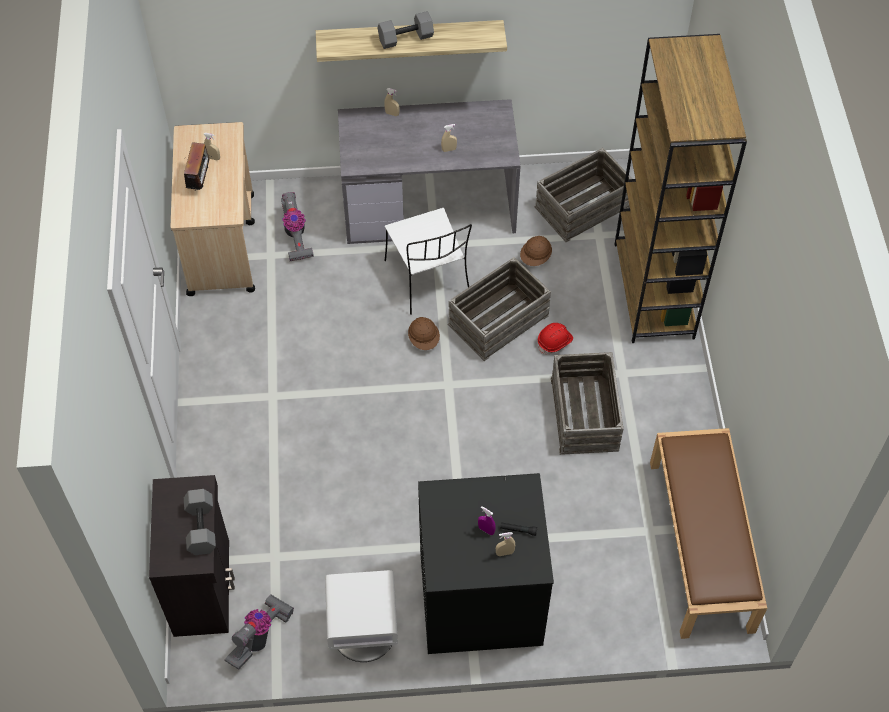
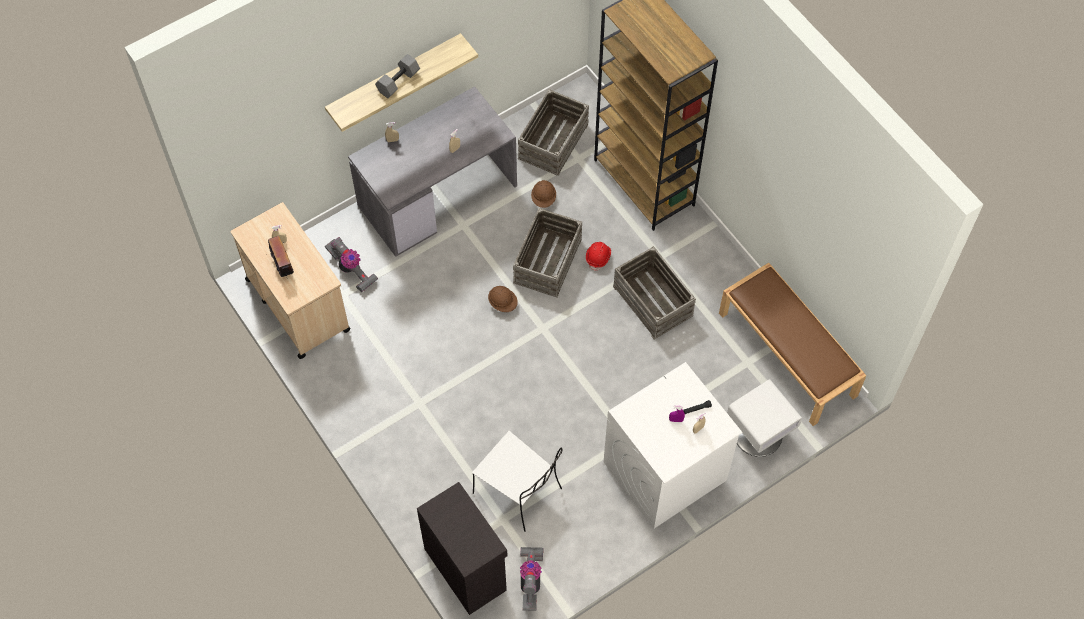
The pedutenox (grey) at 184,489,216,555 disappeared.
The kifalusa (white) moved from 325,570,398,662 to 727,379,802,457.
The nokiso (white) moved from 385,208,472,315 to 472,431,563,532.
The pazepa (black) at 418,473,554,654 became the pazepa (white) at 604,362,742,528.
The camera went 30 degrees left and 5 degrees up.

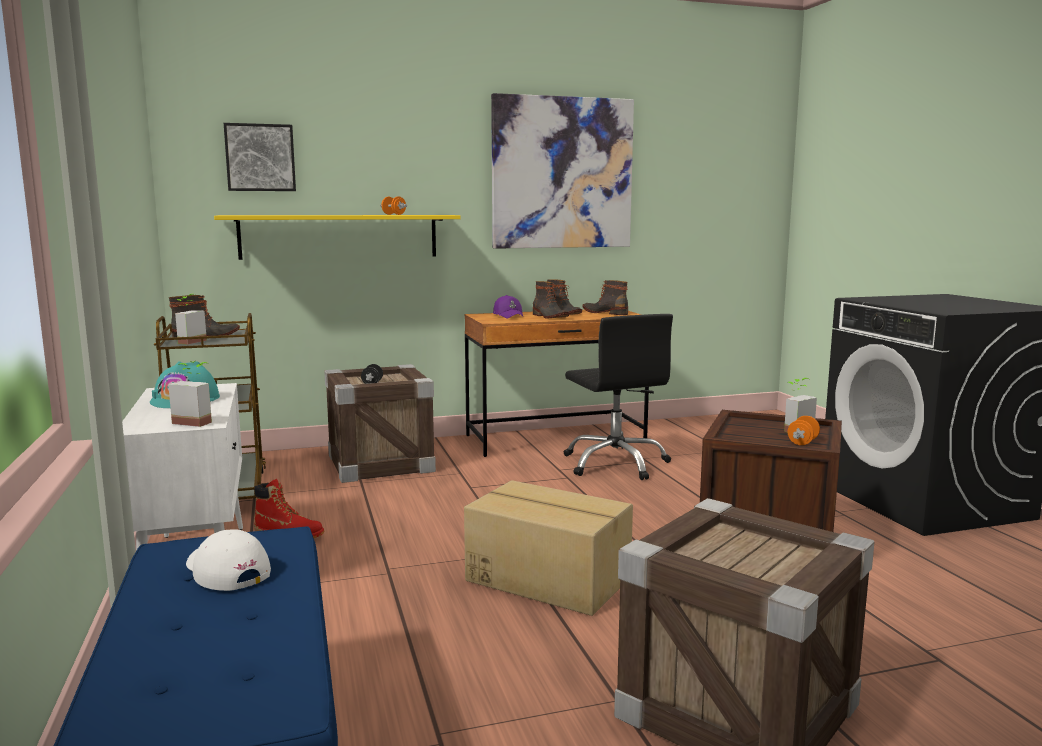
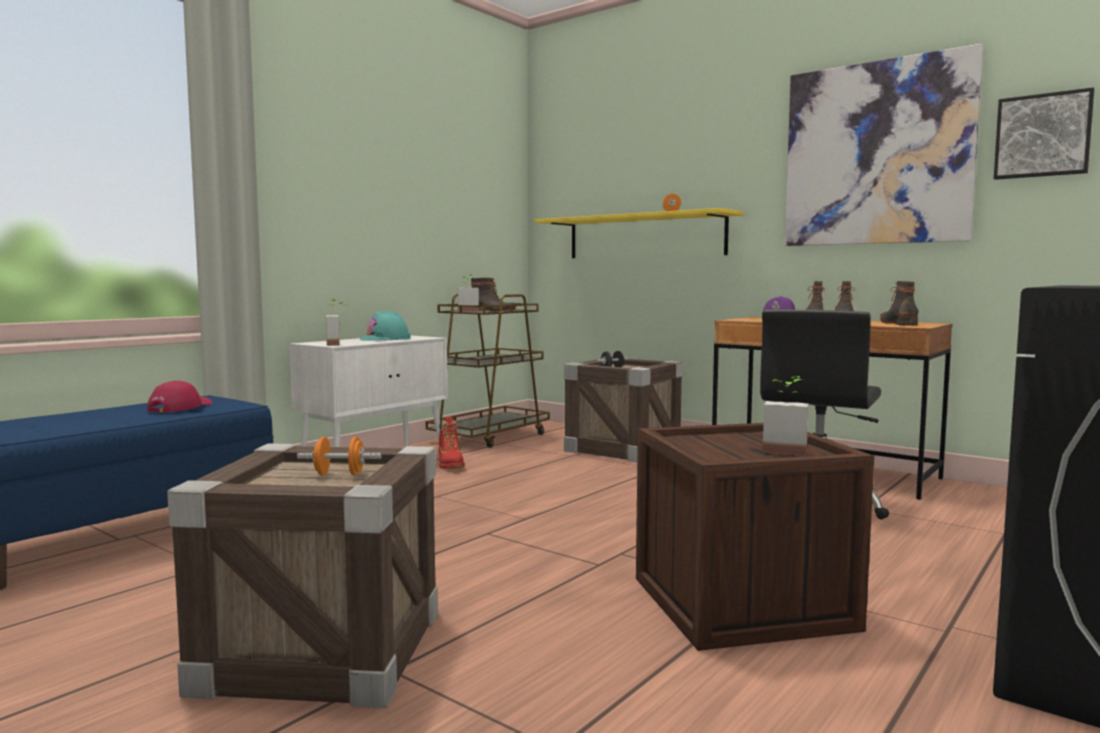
The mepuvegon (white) at 186,529,271,591 became the mepuvegon (red) at 147,381,212,412.
The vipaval moved from 224,123,296,191 to 994,87,1094,180.
The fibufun at 464,480,633,616 disappeared.
The pedutenox (orange) moved from 788,416,820,445 to 297,437,382,476.
The camera went 55 degrees right and 5 degrees down.

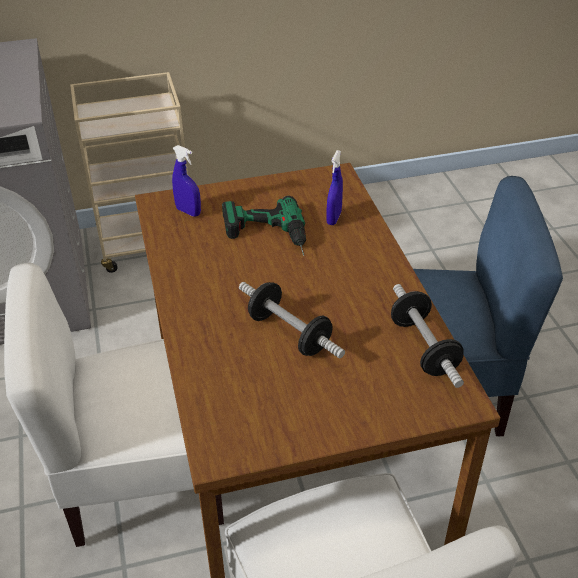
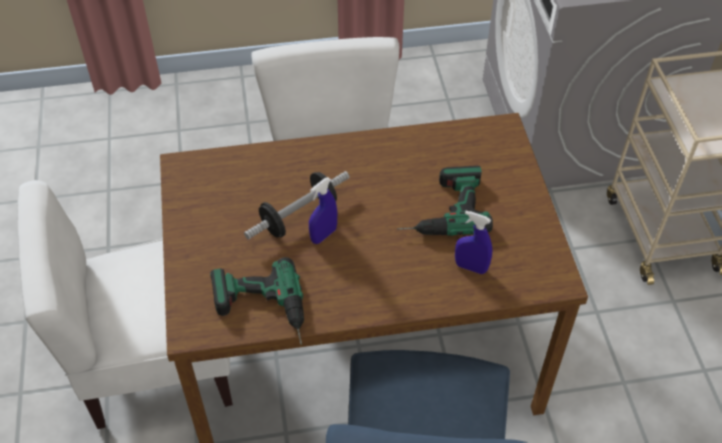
The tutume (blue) moved from 172,145,201,217 to 309,177,337,244.
The pedutenox at 391,284,464,388 was replaced by the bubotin at 210,257,304,345.
The camera went 95 degrees right and 10 degrees up.

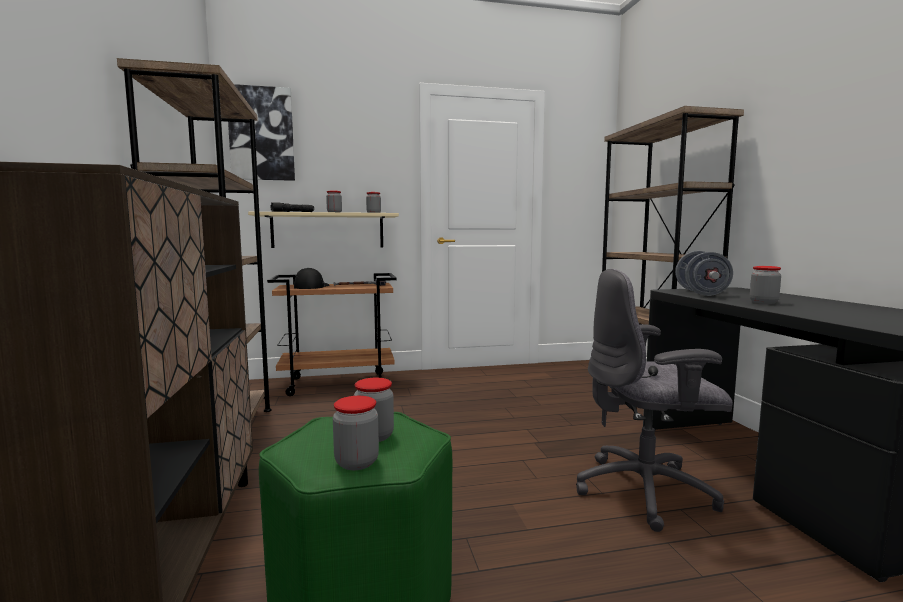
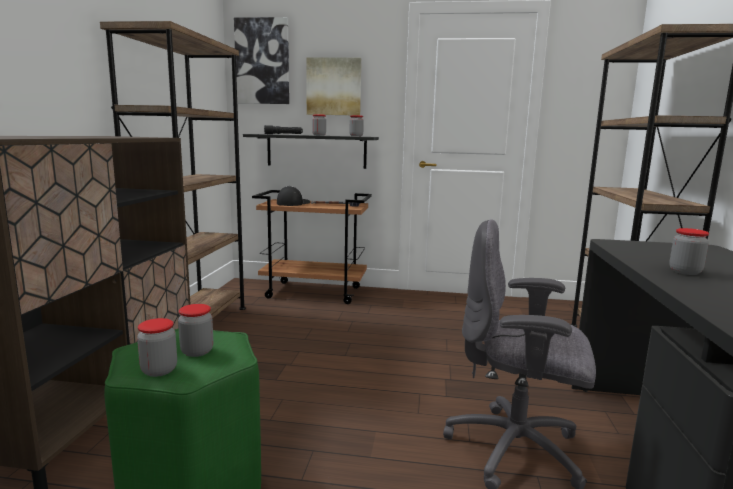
The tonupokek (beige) at 248,212,399,248 became the tonupokek (black) at 243,134,379,169.
The pedutenox (grey) at 675,251,733,296 disappeared.
The vipaval at 306,57,361,115 appeared.
The camera went 20 degrees right and 5 degrees up.

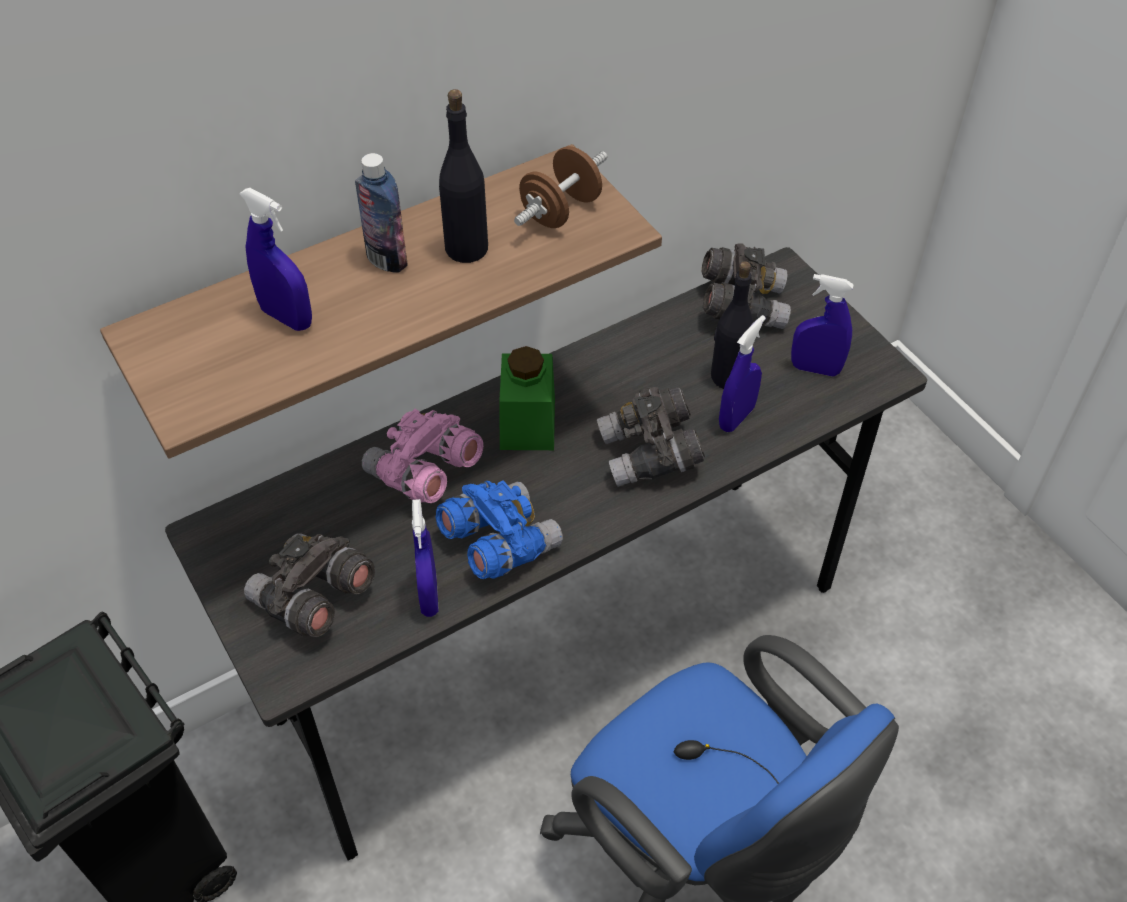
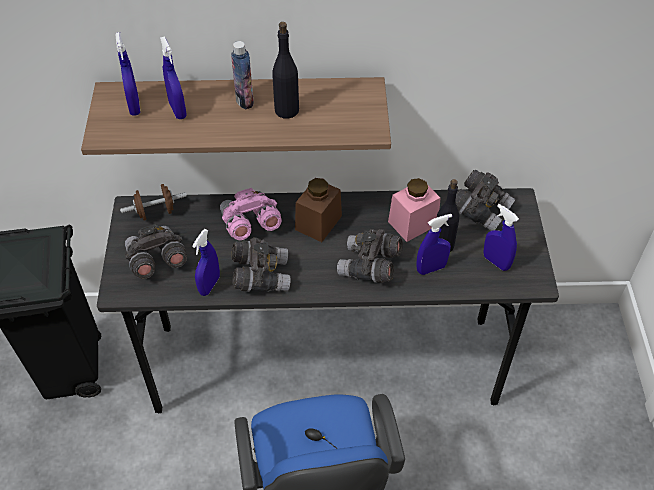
The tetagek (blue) at 436,480,563,579 became the tetagek (grey) at 232,237,291,292.
The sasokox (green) at 499,346,555,450 became the sasokox (brown) at 295,178,342,242.
The pedutenox (brown) moved from 514,146,607,228 to 120,184,187,220.
The tutume (blue) at 116,32,140,116 appeared.
The sasokox (pink) at 388,178,440,242 appeared.
The camera went 30 degrees right and 0 degrees up.

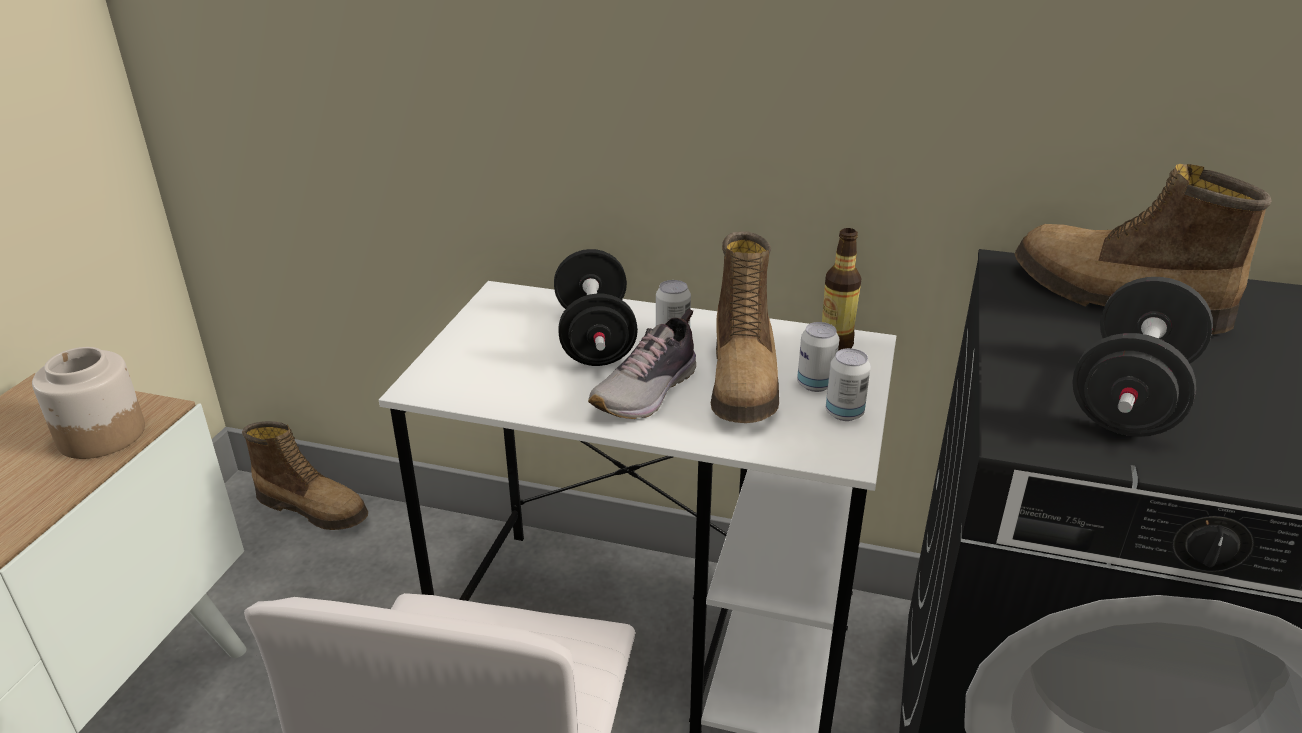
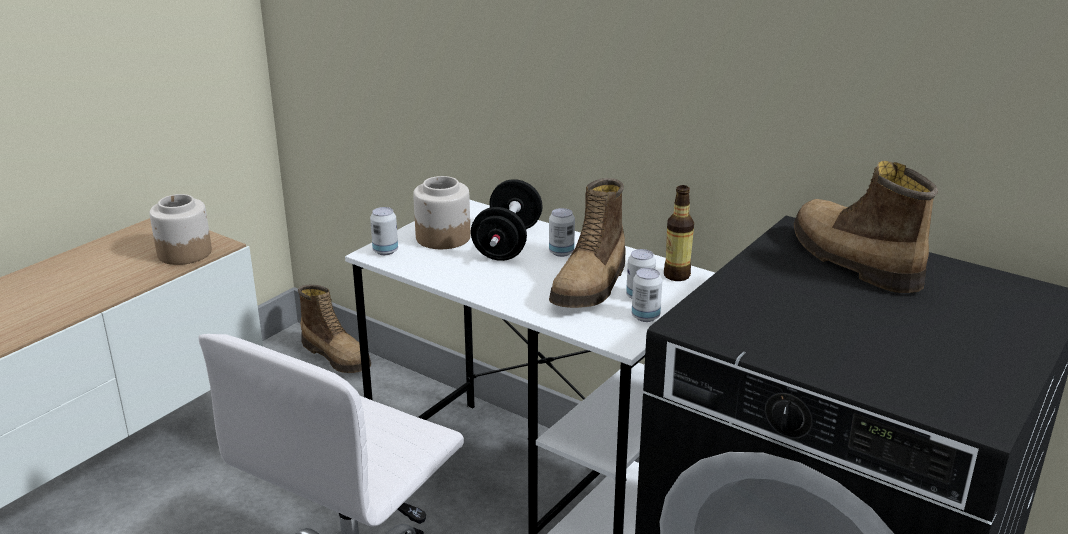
The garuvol at 588,309,696,419 disappeared.
The pedutenox (black) at 1072,277,1213,437 disappeared.
The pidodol at 370,207,398,255 appeared.
The sasokox at 413,176,471,249 appeared.
The camera went 20 degrees right and 5 degrees down.

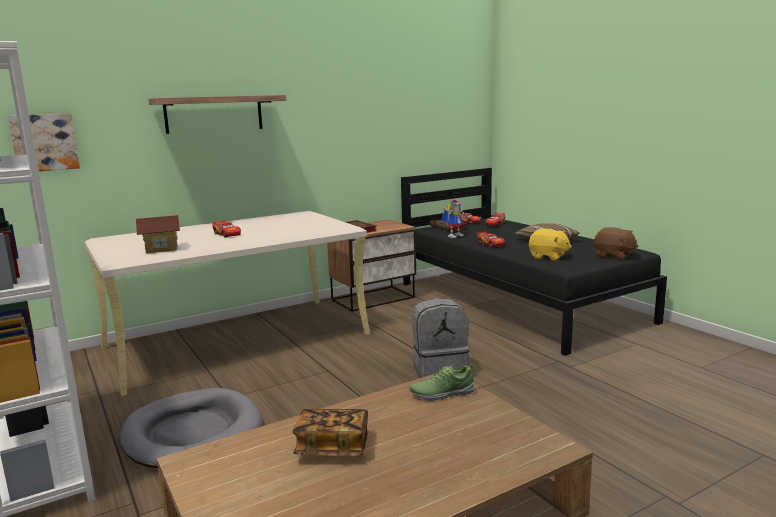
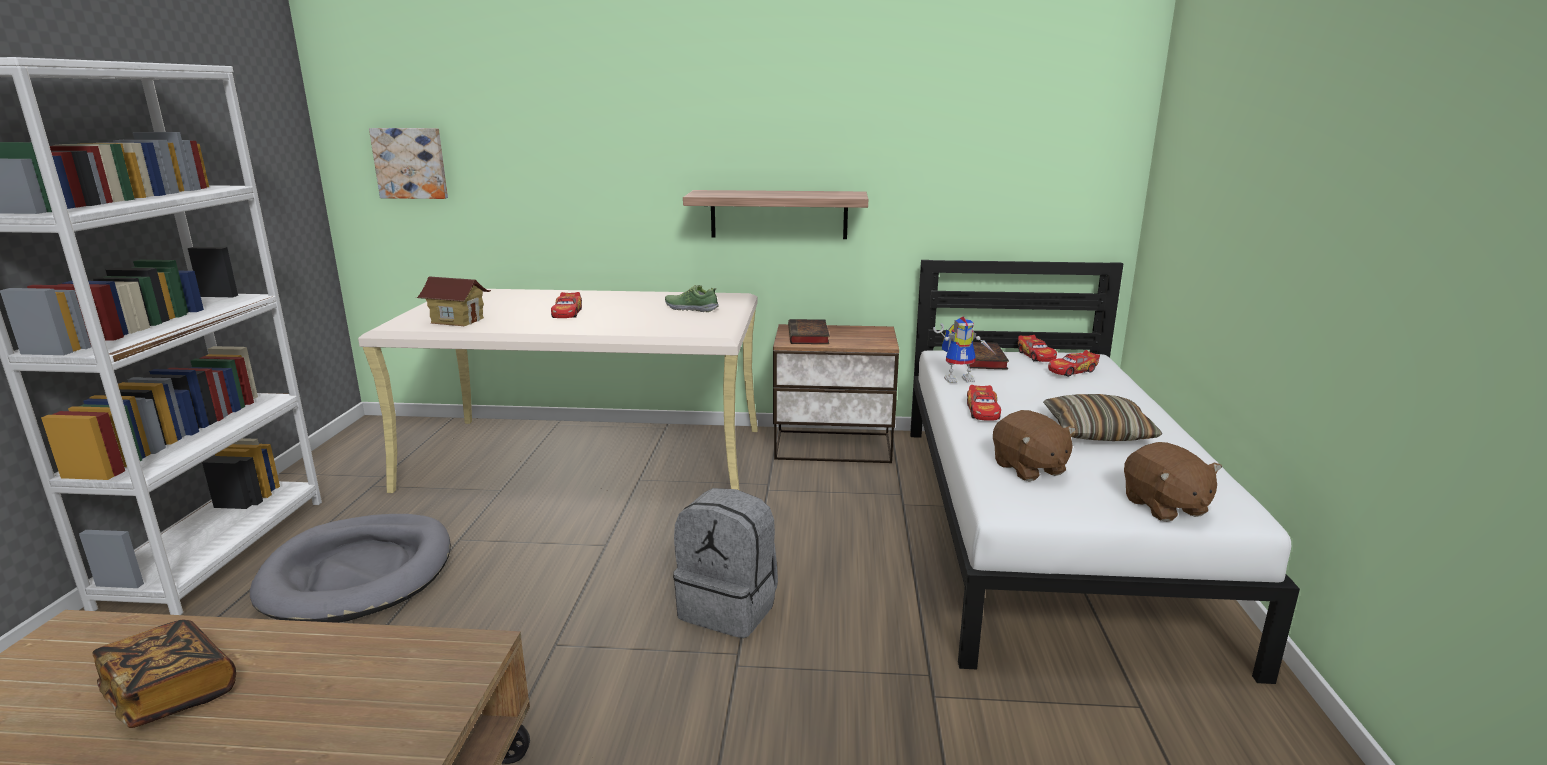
The tonupokek moved from 148,95,286,134 to 683,190,868,239.
The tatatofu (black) at 401,168,667,356 became the tatatofu (white) at 910,260,1300,684.
The garuvol moved from 409,365,475,401 to 665,285,719,312.
The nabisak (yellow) at 529,229,572,261 became the nabisak (brown) at 993,410,1076,482.
The camera went 35 degrees right and 5 degrees up.

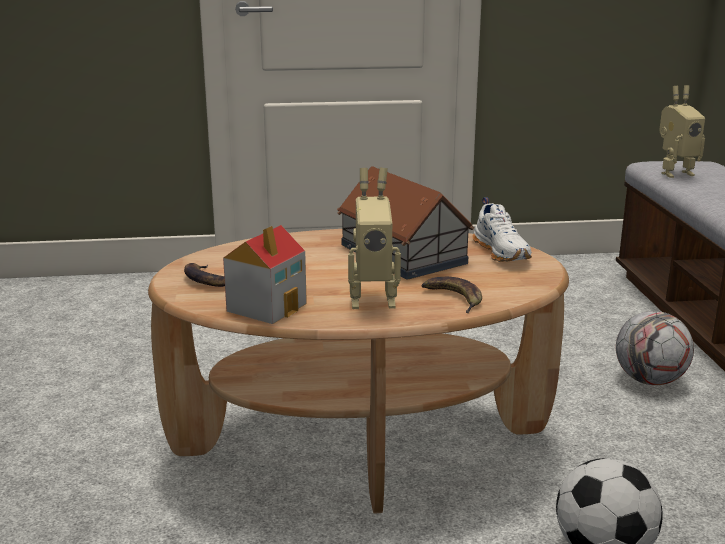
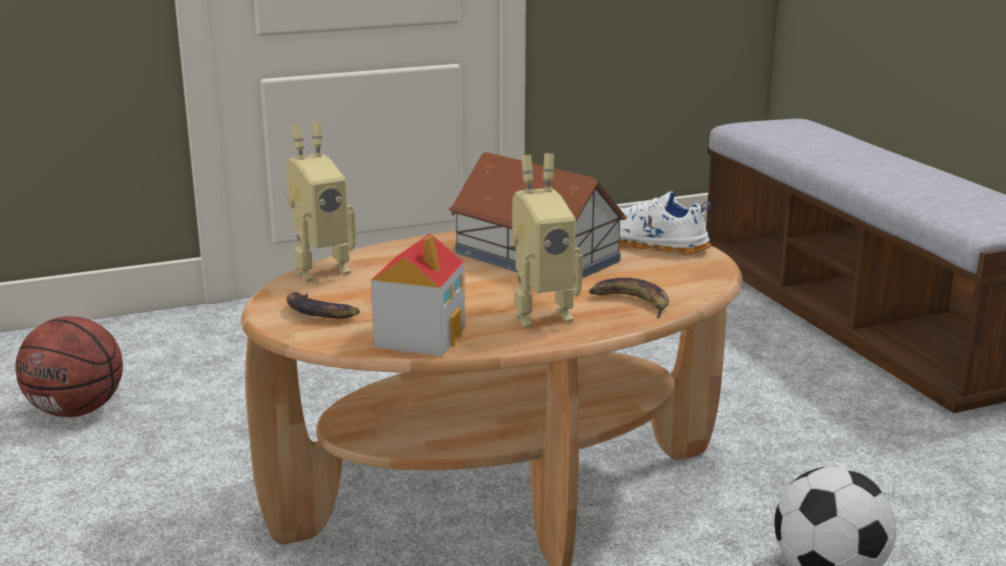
The garuvol (white) at 473,197,532,262 turned 150 degrees clockwise.
The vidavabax at 616,311,694,385 disappeared.
The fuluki moved from 659,85,705,178 to 286,122,356,282.
The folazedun at 15,316,123,417 appeared.
The camera went 15 degrees left and 0 degrees up.

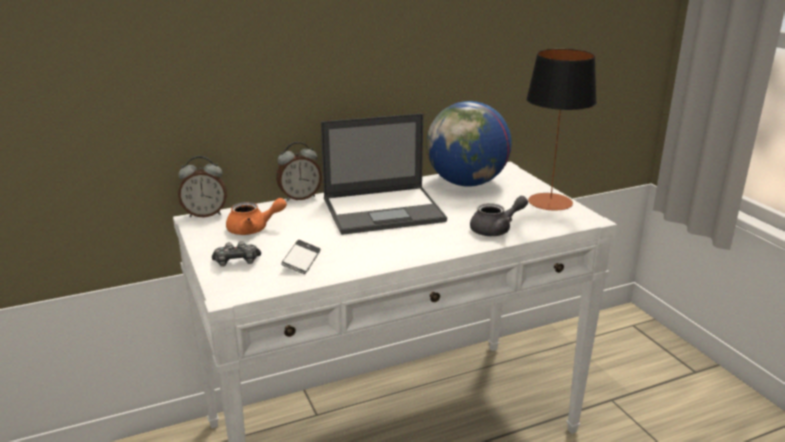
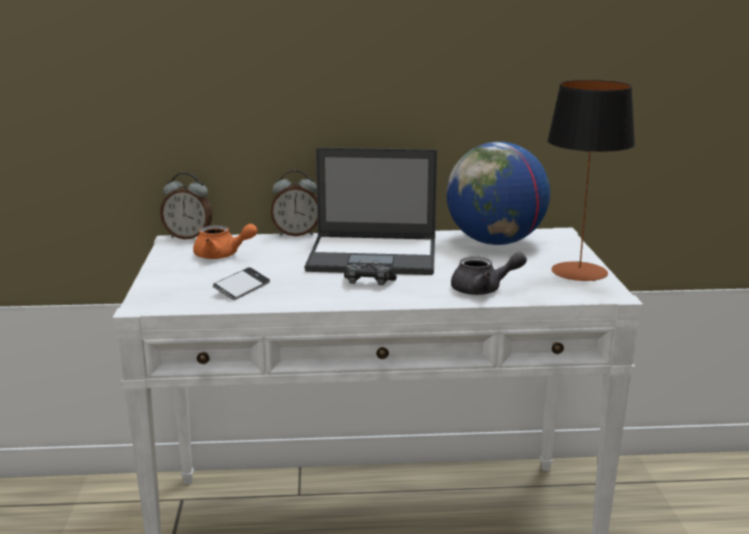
The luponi moved from 212,241,261,267 to 344,260,397,285.
The camera went 20 degrees right and 5 degrees down.

